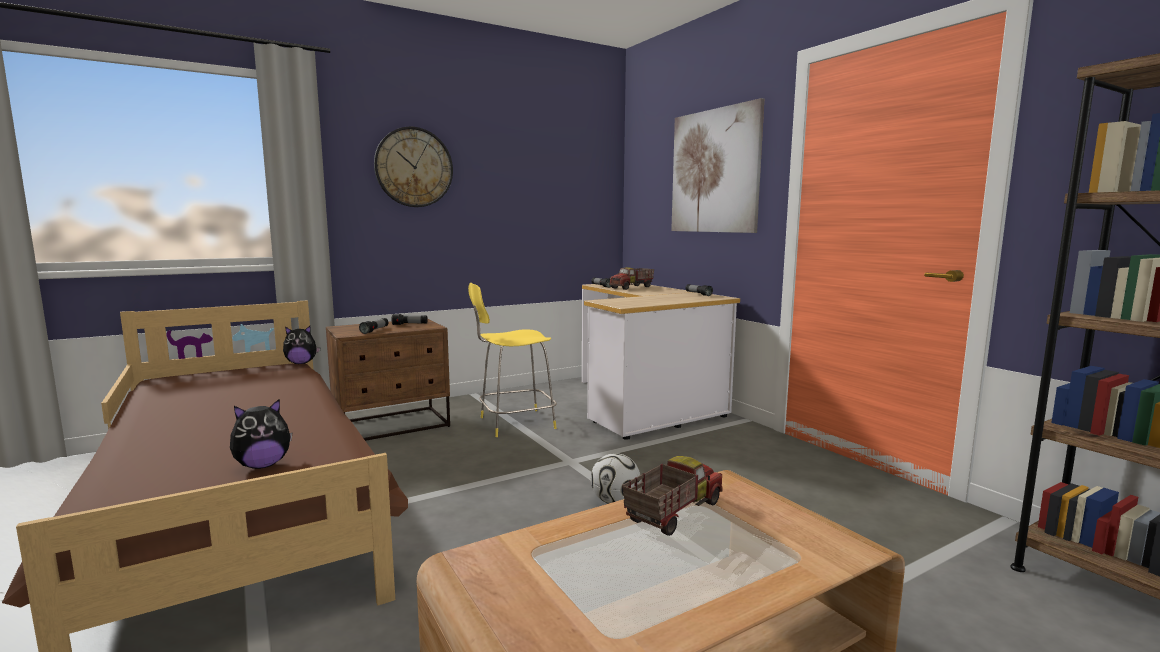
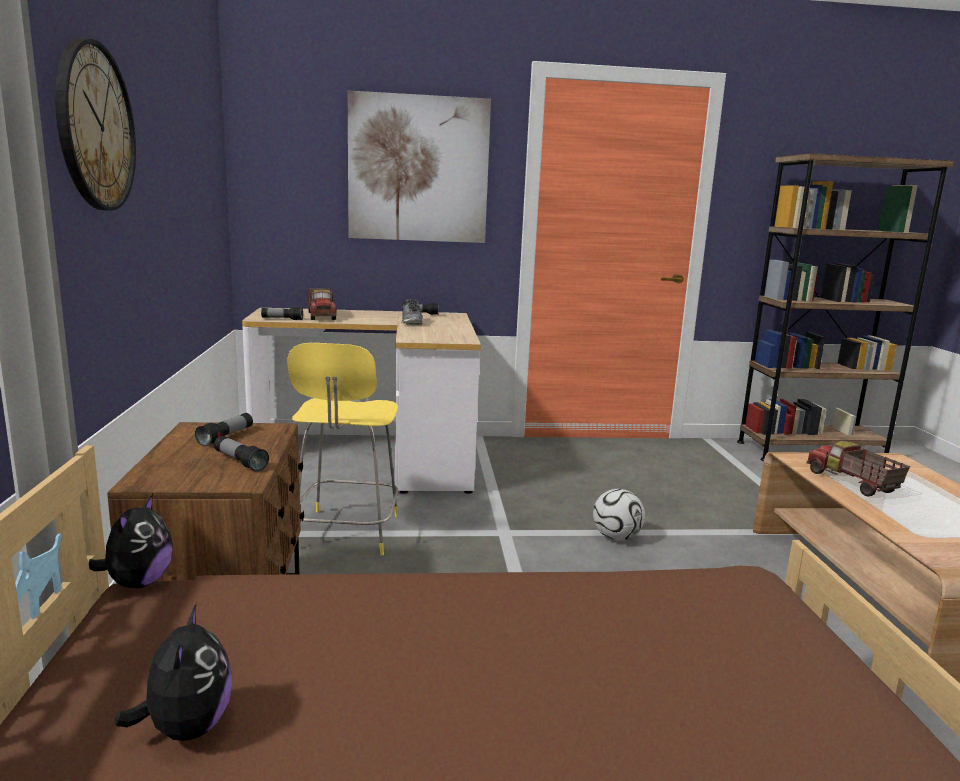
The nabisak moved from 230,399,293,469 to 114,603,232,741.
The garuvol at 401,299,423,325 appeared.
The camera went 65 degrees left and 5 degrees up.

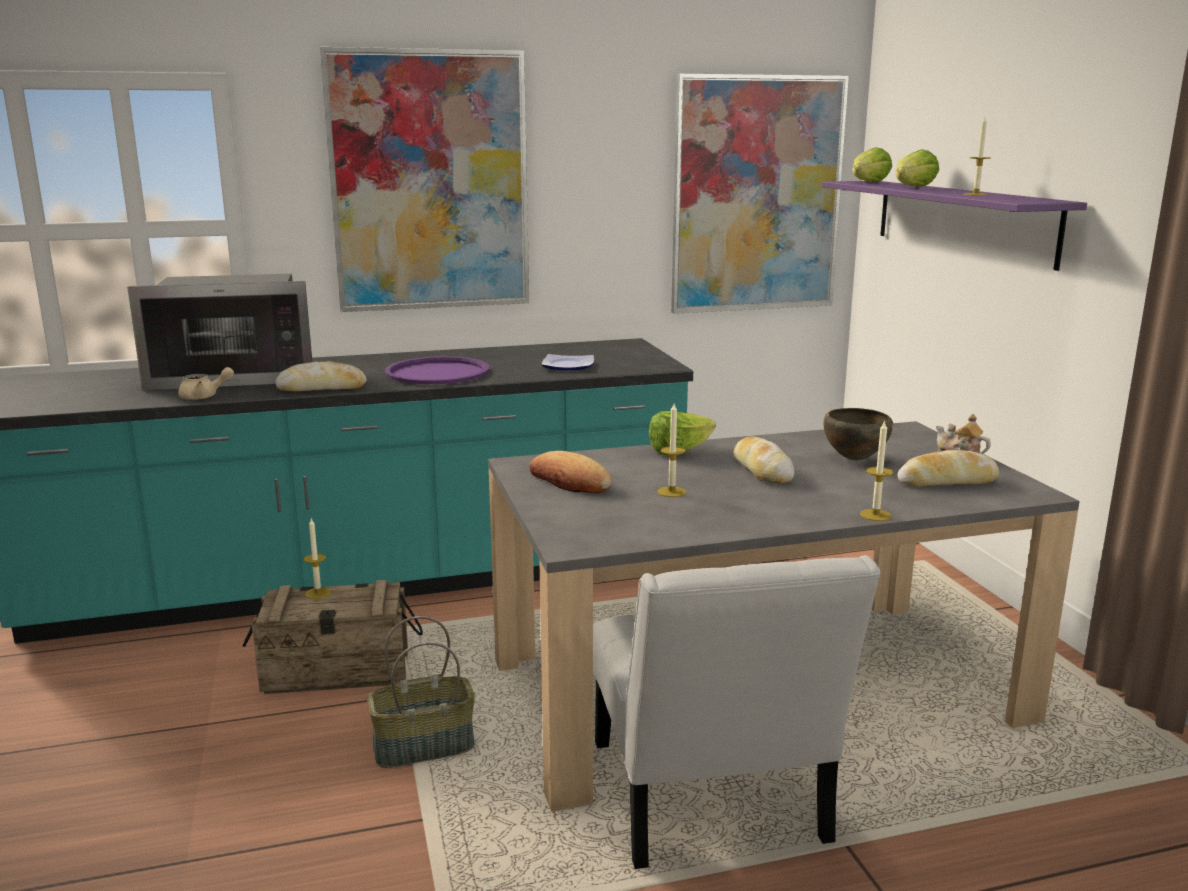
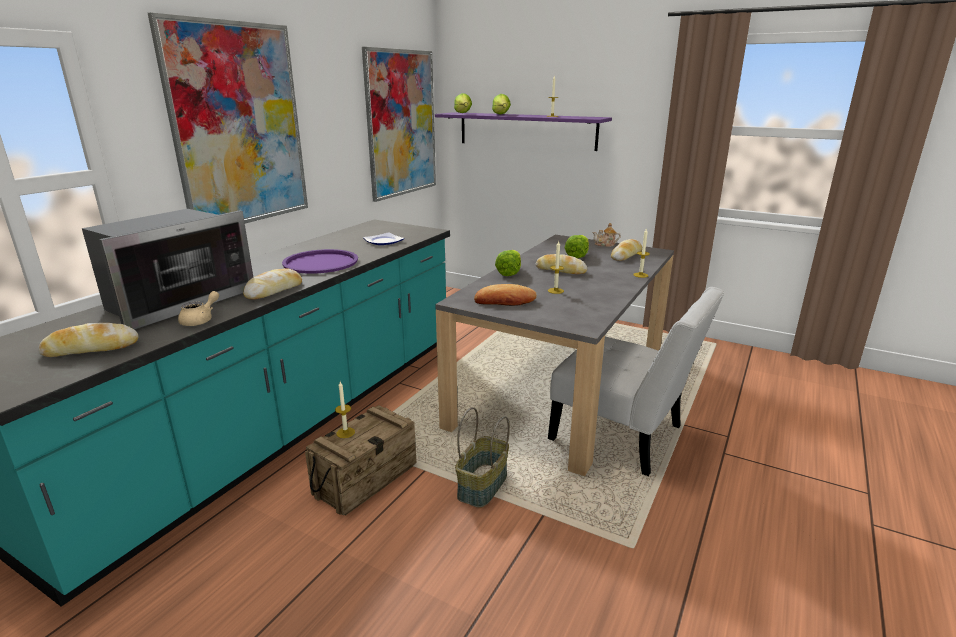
The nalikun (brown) at 823,408,893,460 was replaced by the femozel at 565,235,589,258.
The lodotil at 38,323,139,357 appeared.
The camera went 45 degrees left and 5 degrees up.

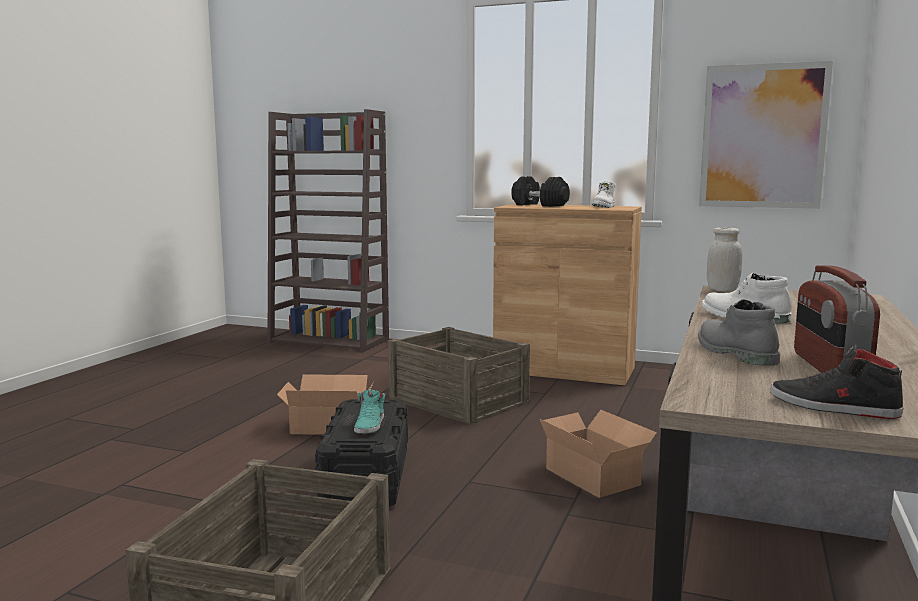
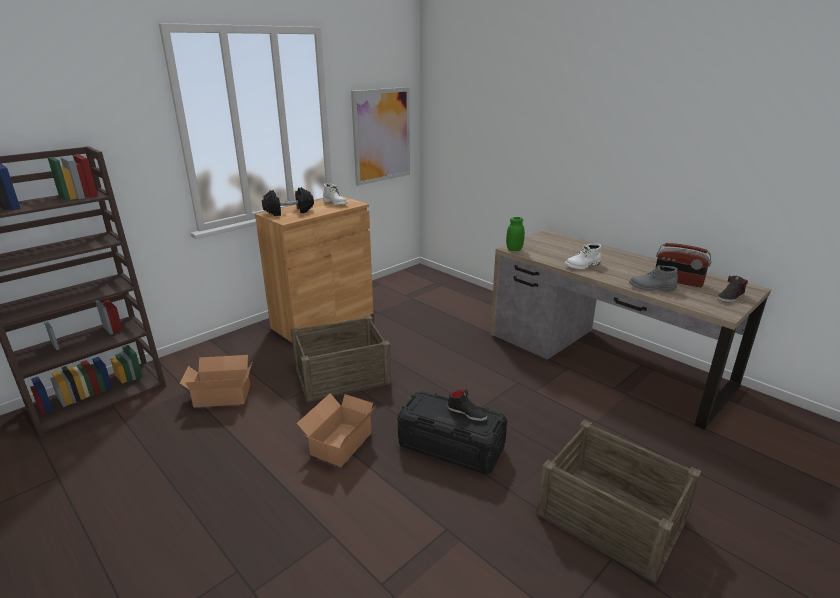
The garuvol (turquoise) at 354,390,385,434 became the garuvol (black) at 448,389,487,421.
The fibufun moved from 540,410,657,498 to 180,355,252,407.
The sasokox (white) at 707,227,743,292 became the sasokox (green) at 506,217,525,251.
The camera went 65 degrees left and 15 degrees up.

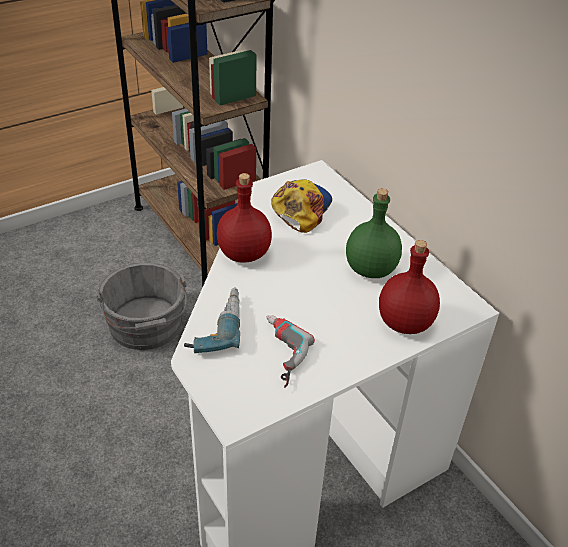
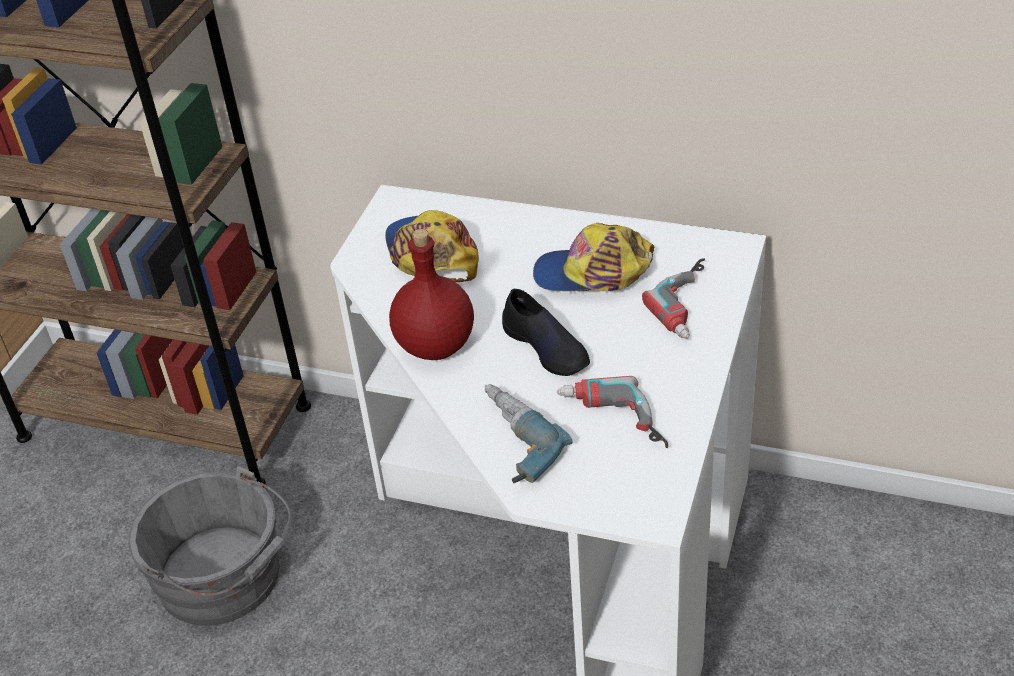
The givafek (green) at 346,189,402,278 was replaced by the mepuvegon at 533,223,654,291.
The givafek (red) at 379,240,440,334 was replaced by the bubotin at 642,258,705,339.
The garuvol (black) at 502,288,590,376 appeared.
The camera went 35 degrees left and 0 degrees up.

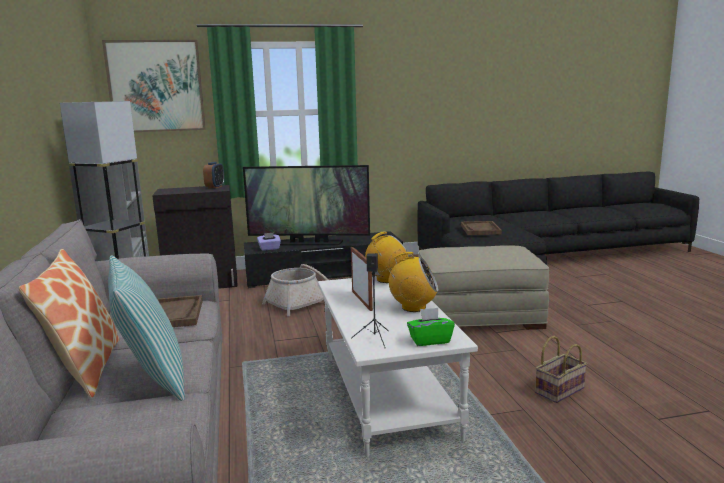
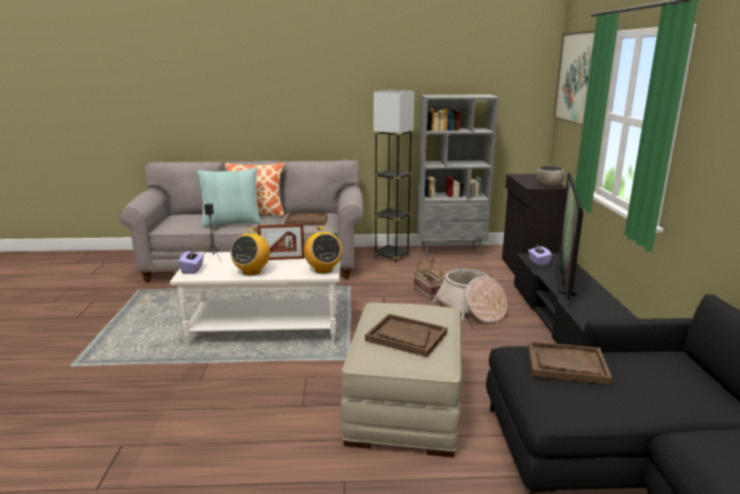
The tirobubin at 203,162,225,189 was replaced by the nalikun (grey) at 536,166,565,186.
The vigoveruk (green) at 407,308,455,346 became the vigoveruk (purple) at 178,249,204,274.
The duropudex moved from 535,336,587,403 to 414,258,444,299.
The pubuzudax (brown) at 365,314,448,357 appeared.
The camera went 100 degrees right and 5 degrees up.

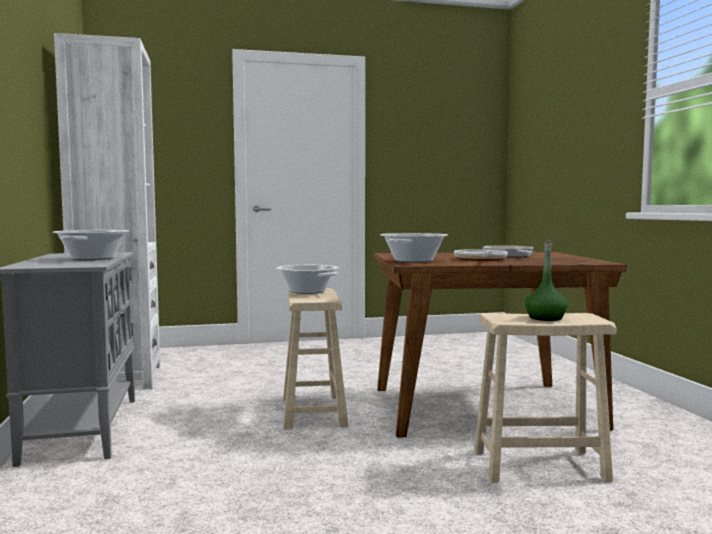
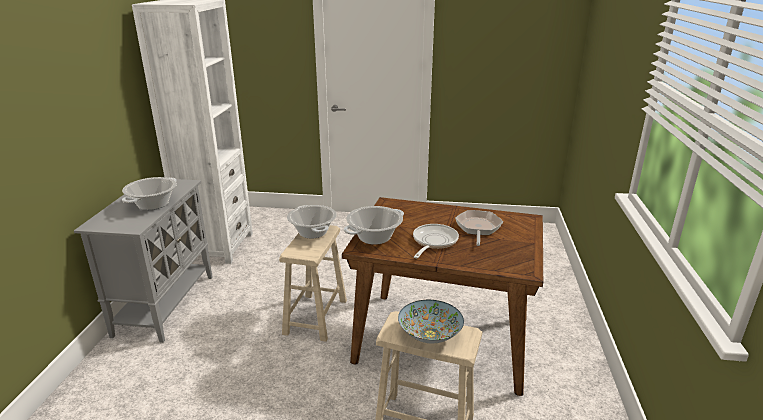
The givafek (green) at 525,240,568,321 was replaced by the nalikun at 398,300,464,344.
The camera went 20 degrees right and 20 degrees up.

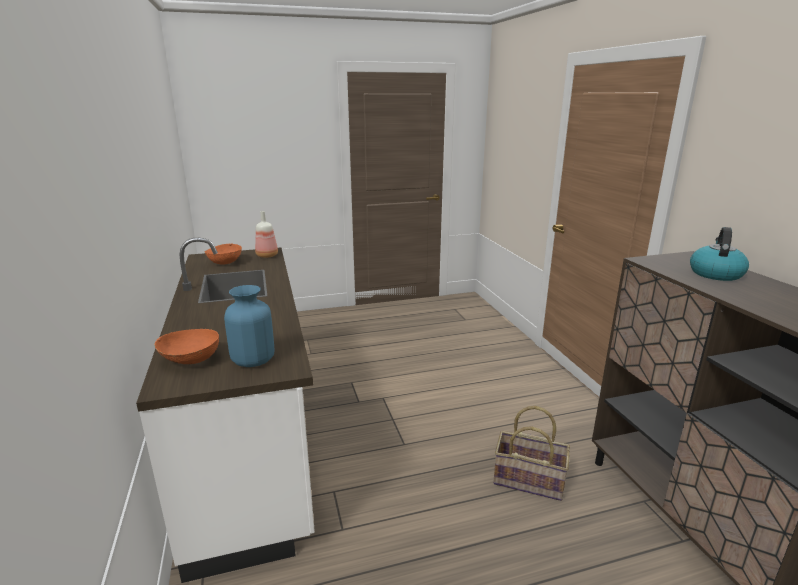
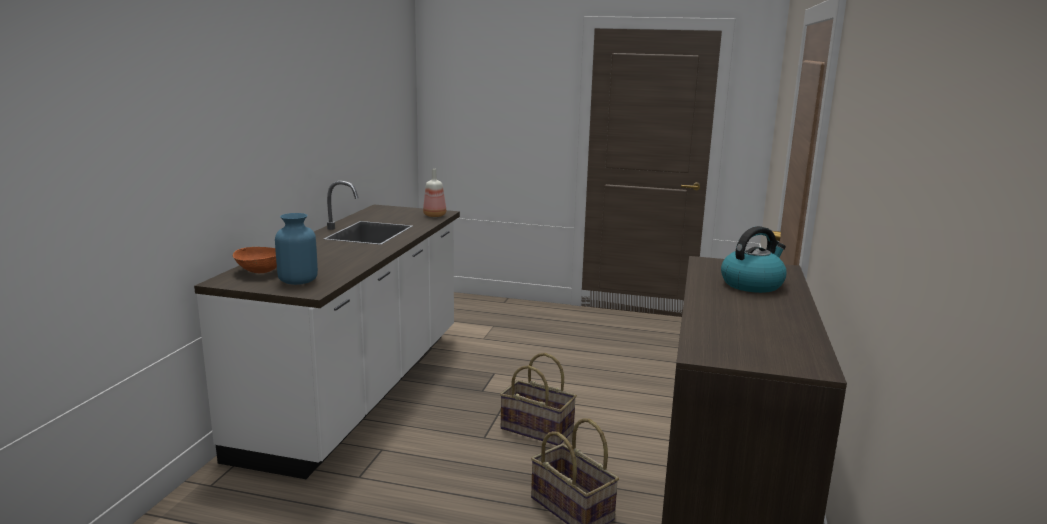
The nalikun (orange) at 205,244,242,265 disappeared.
The duropudex at 500,353,577,446 appeared.
The camera went 30 degrees right and 5 degrees down.

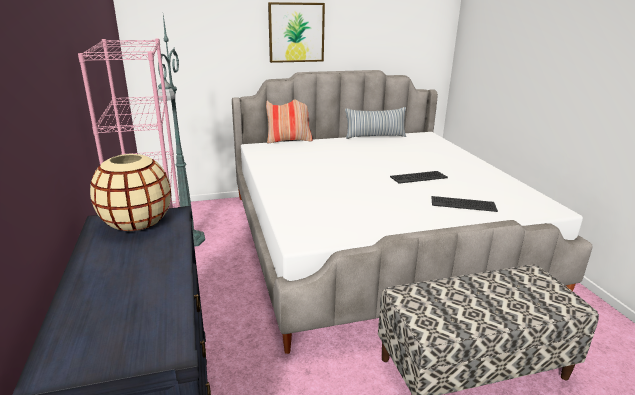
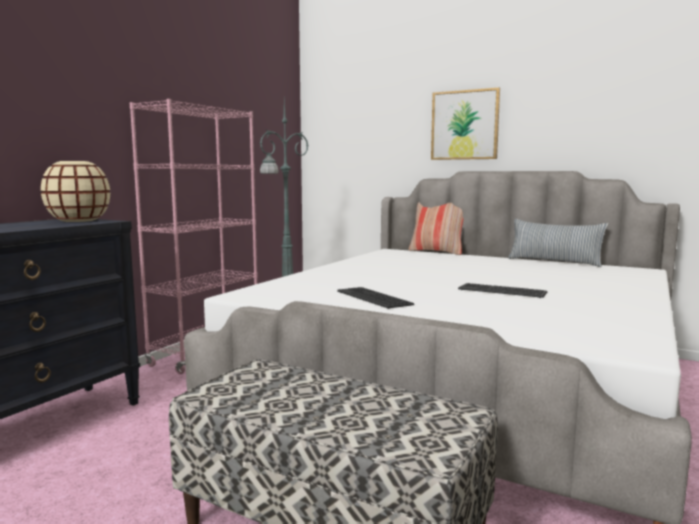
The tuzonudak moved from 431,196,498,212 to 337,287,414,309.
The camera went 45 degrees right and 15 degrees down.

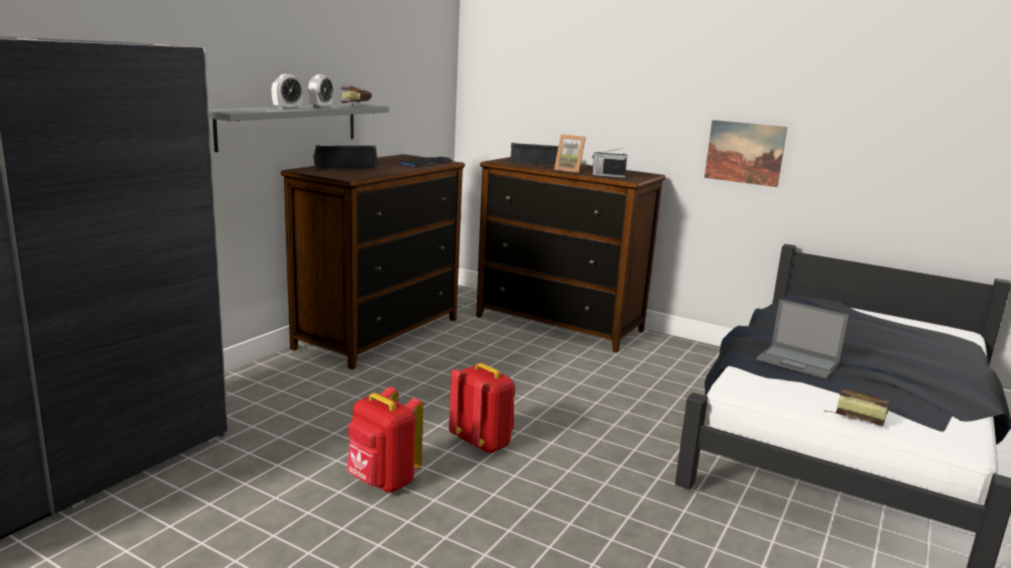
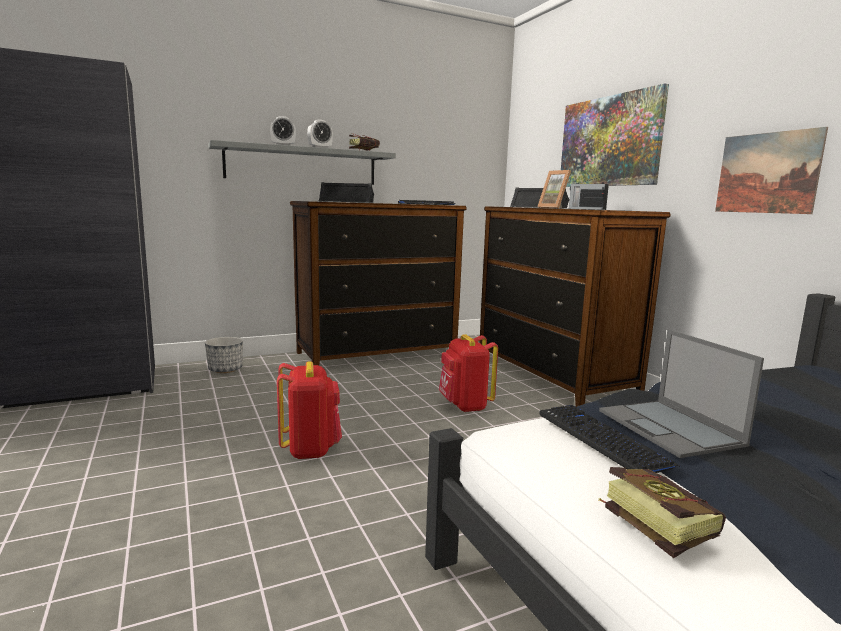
The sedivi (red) moved from 347,387,423,493 to 439,334,498,412.
The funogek at 205,337,243,373 appeared.
The tuzonudak at 539,405,682,473 appeared.
The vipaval at 561,84,669,187 appeared.
The camera went 35 degrees right and 5 degrees down.

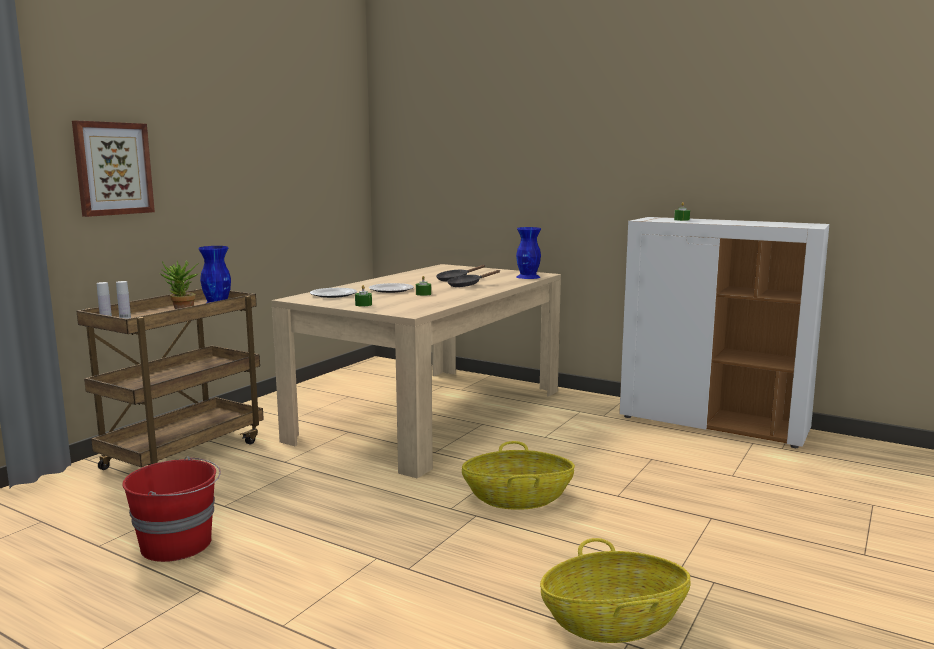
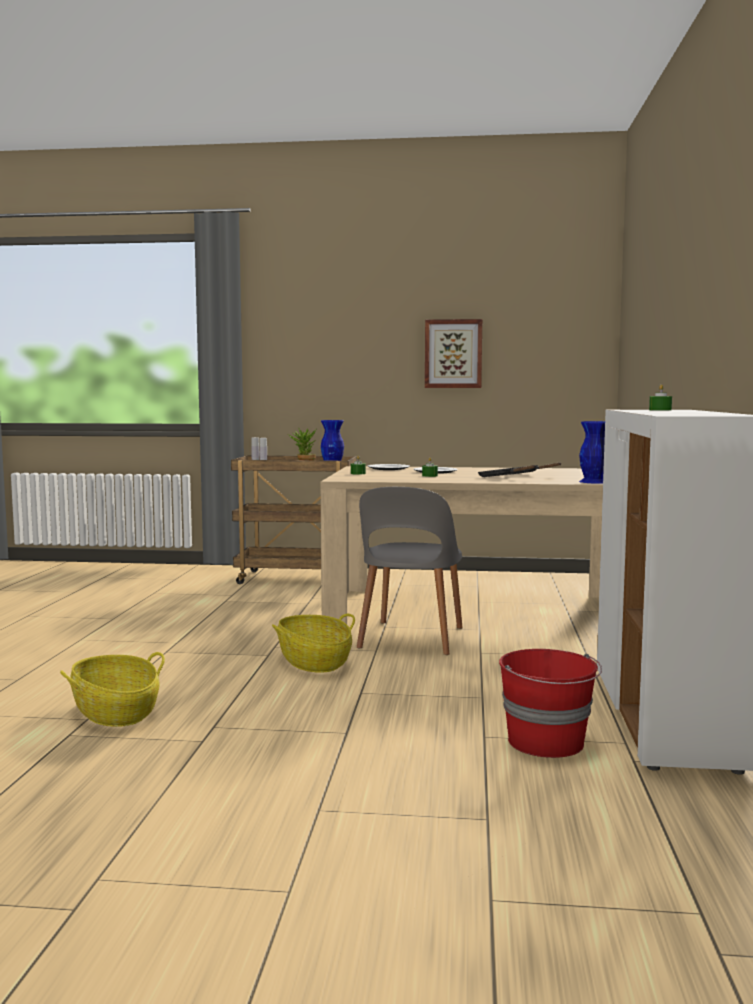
The vipaval moved from 72,120,155,217 to 425,319,482,388.
The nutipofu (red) moved from 122,456,221,562 to 499,649,602,758.
The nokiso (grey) at 357,487,463,655 appeared.
The camera went 65 degrees right and 5 degrees down.

